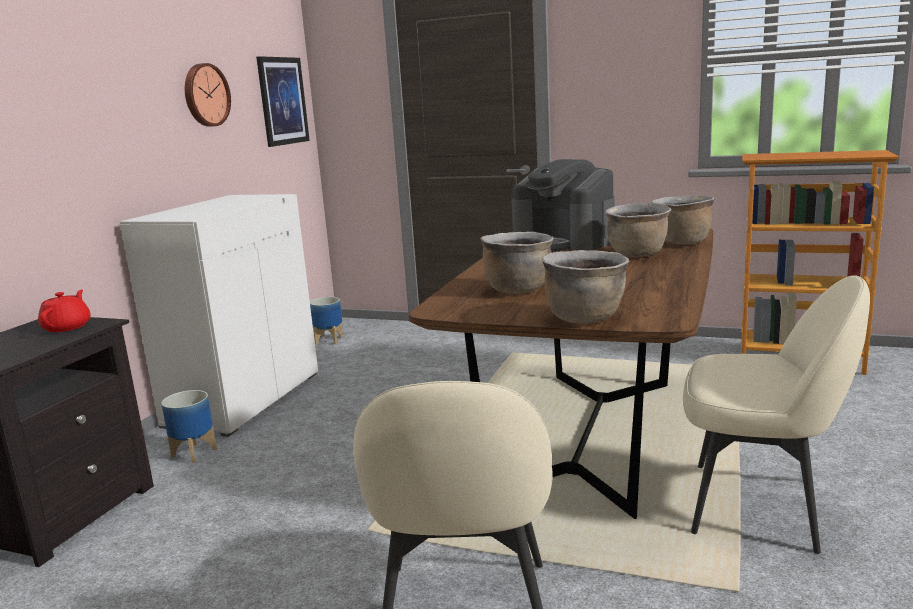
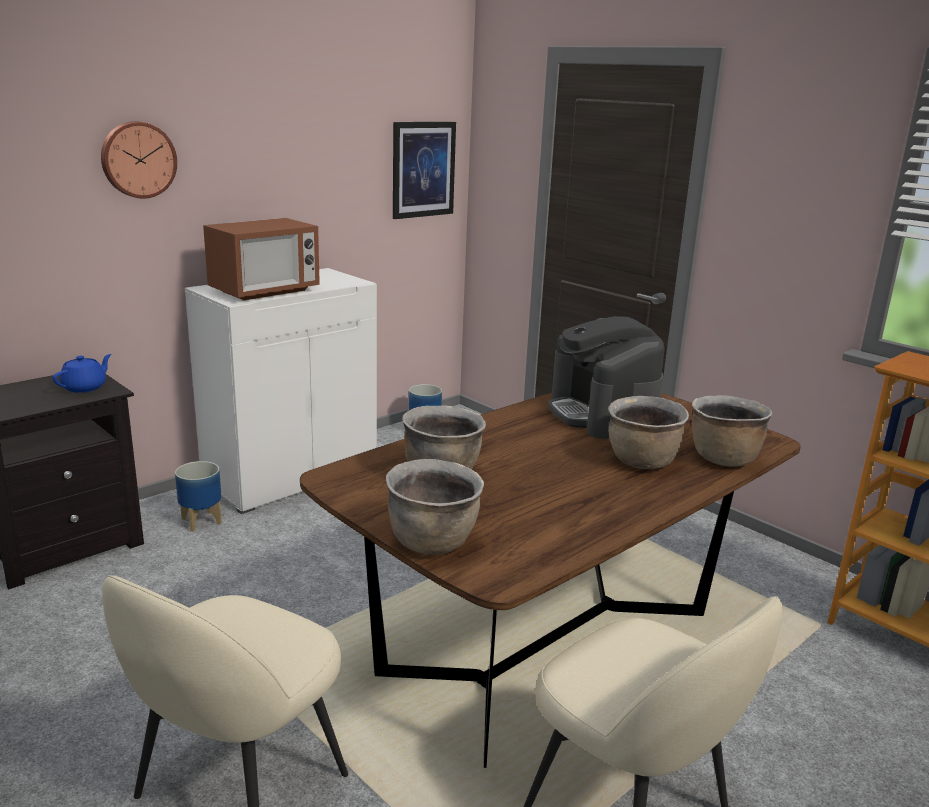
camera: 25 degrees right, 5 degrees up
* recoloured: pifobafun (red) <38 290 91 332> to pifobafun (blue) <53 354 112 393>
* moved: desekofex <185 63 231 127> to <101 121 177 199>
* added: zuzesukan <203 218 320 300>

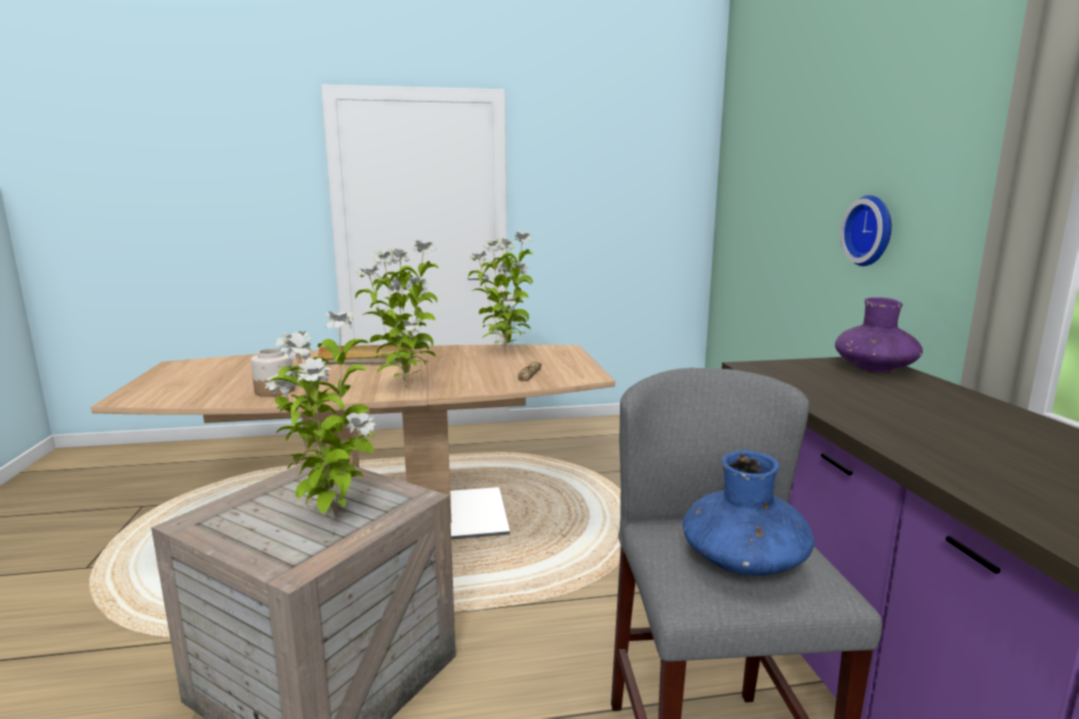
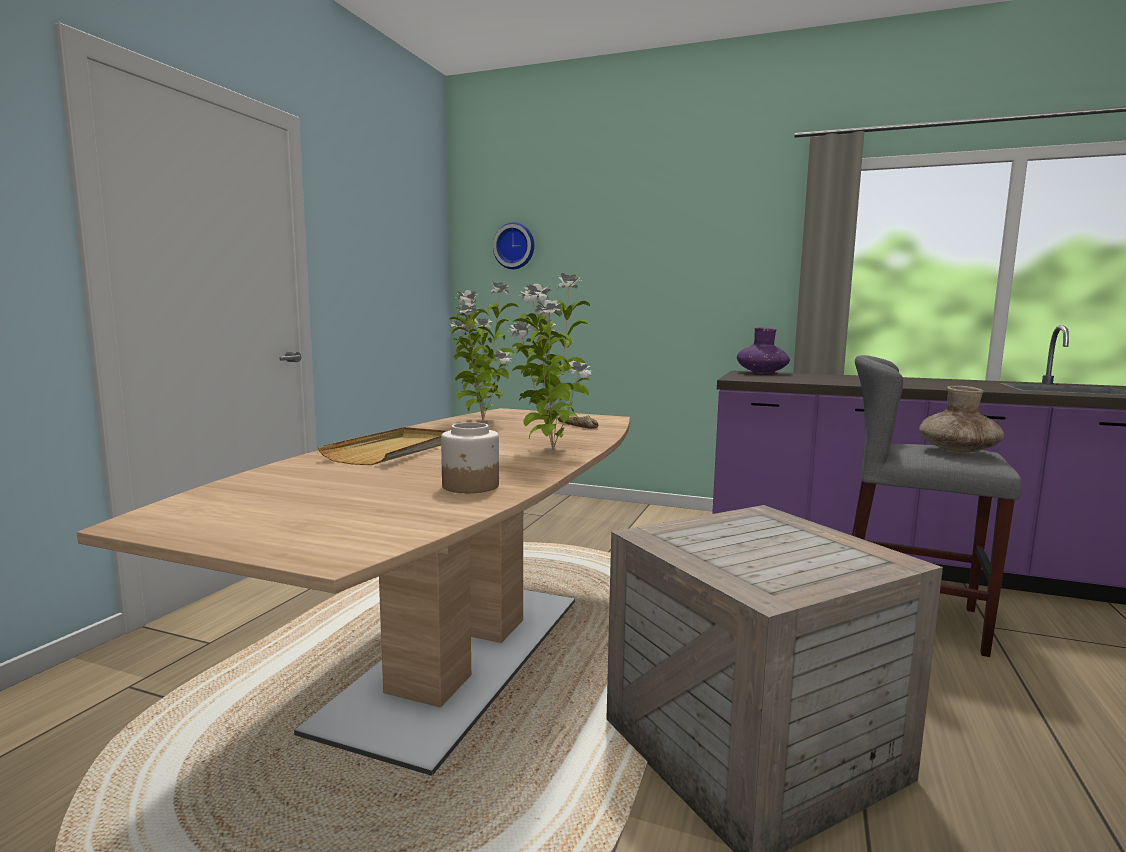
camera: 60 degrees left, 5 degrees down
* removed: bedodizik <264 311 376 517>
* recoloured: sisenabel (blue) <682 450 814 576> to sisenabel (brown) <919 386 1004 454>
* moved: desekofex <840 195 892 266> to <493 222 534 269>

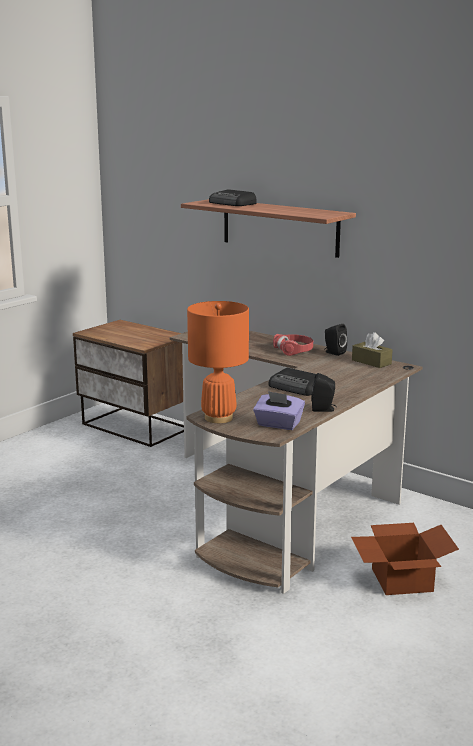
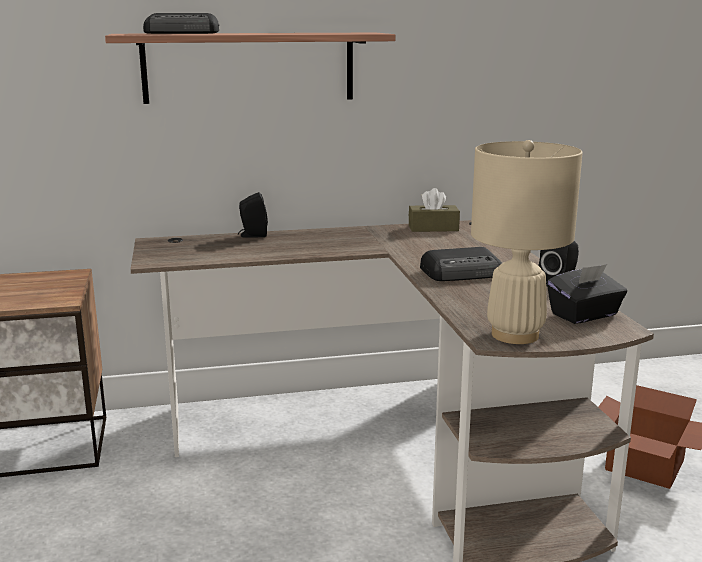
camera: 50 degrees left, 0 degrees up
* recoloured: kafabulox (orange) <187 301 249 423> to kafabulox (beige) <471 140 583 344>
* recoloured: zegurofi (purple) <253 391 305 430> to zegurofi (black) <547 264 627 324>
* removed: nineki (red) <273 334 313 356>
* moved: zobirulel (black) <324 324 347 356> to <238 192 268 238>

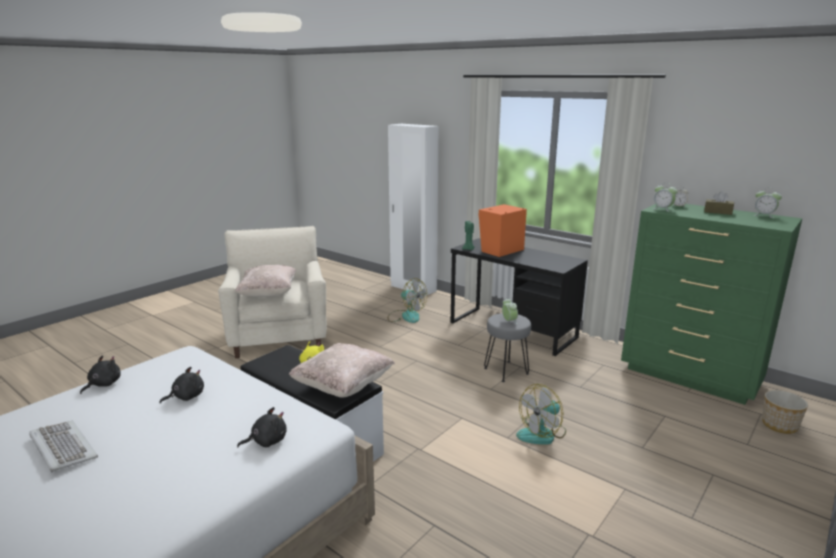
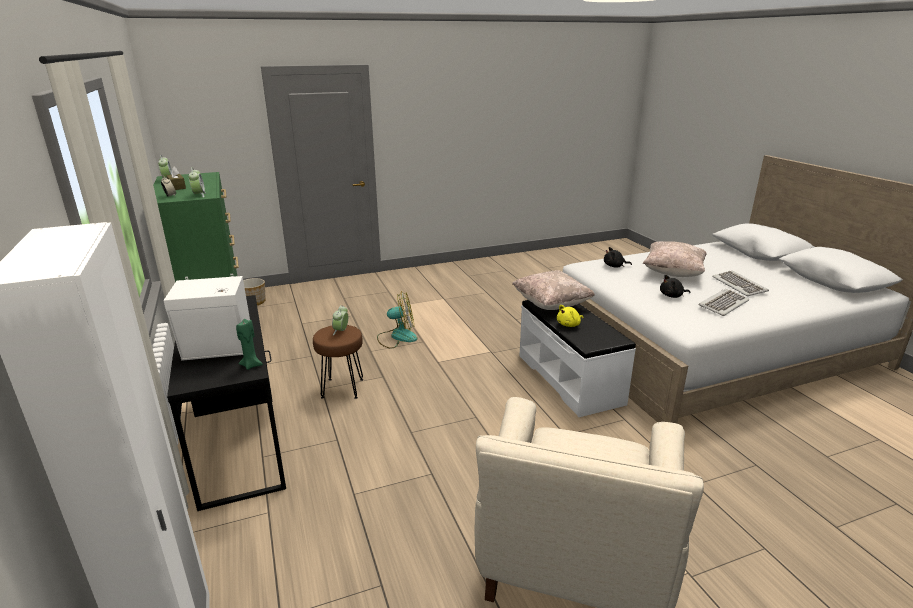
camera: 150 degrees left, 5 degrees up
* removed: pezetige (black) <80 355 120 394>
* moved: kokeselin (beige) <235 265 297 297> to <643 241 707 277>
* removed: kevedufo <388 278 427 323>
* recoloured: zobirulel (orange) <479 204 527 257> to zobirulel (white) <163 274 250 361>
* recoloured: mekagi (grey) <484 313 531 382> to mekagi (brown) <313 325 363 399>
* added: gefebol <698 289 749 316>

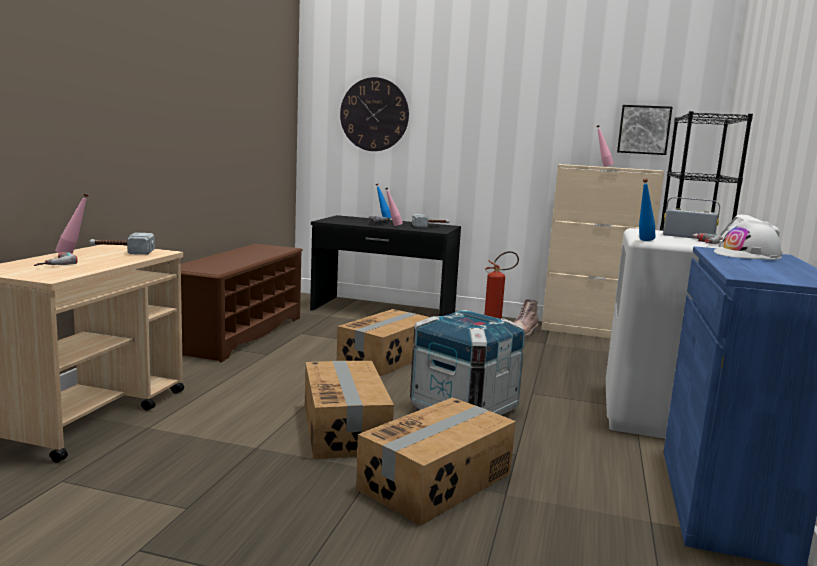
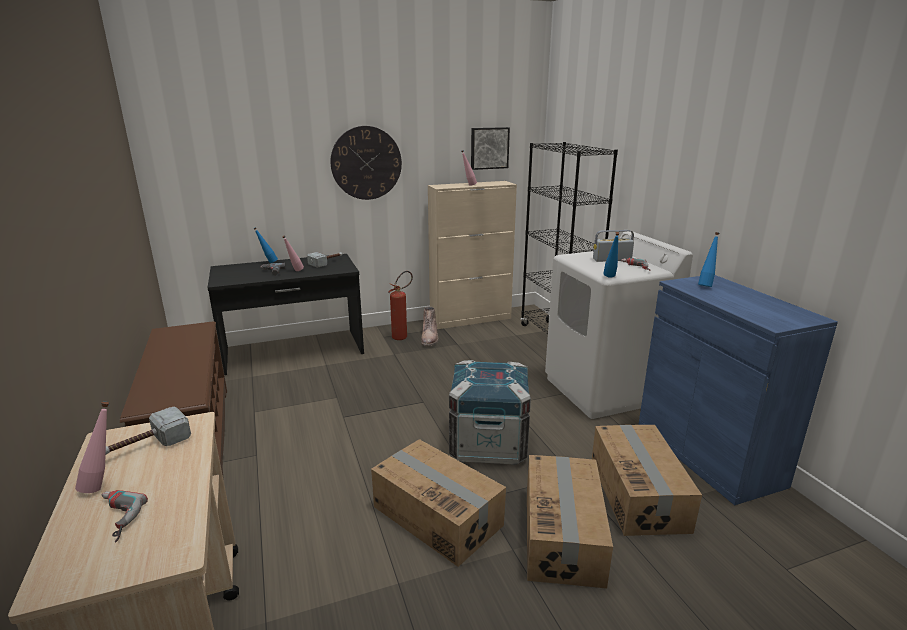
camera: 35 degrees left, 10 degrees up
* moved: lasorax <337 309 430 376> to <592 425 702 536>
* moved: desekofex <340 77 409 151> to <330 126 402 200>
* replaced: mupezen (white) <714 219 782 260> to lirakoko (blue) <698 232 719 287>

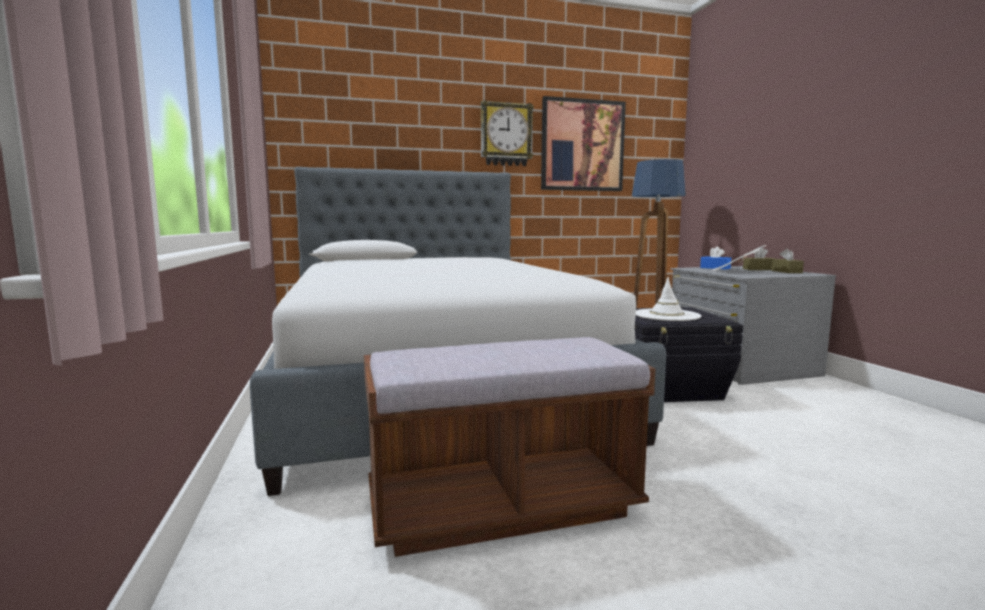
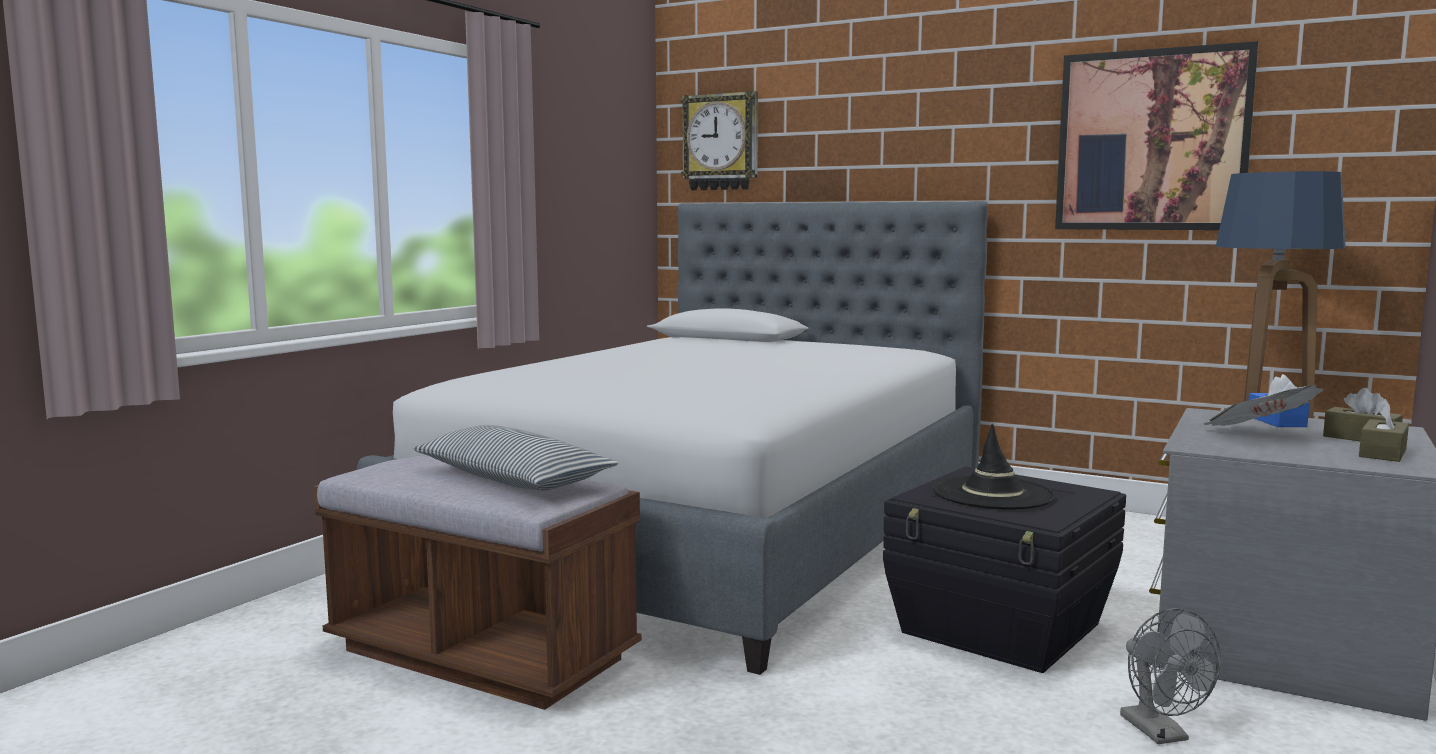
camera: 45 degrees right, 0 degrees up
* moved: desekofex <481 100 534 166> to <680 91 758 190>
* recoloured: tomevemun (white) <636 277 701 321> to tomevemun (black) <933 424 1055 509>
* added: kokeselin <413 425 619 491>
* added: kevedufo (grey) <1120 608 1221 744>

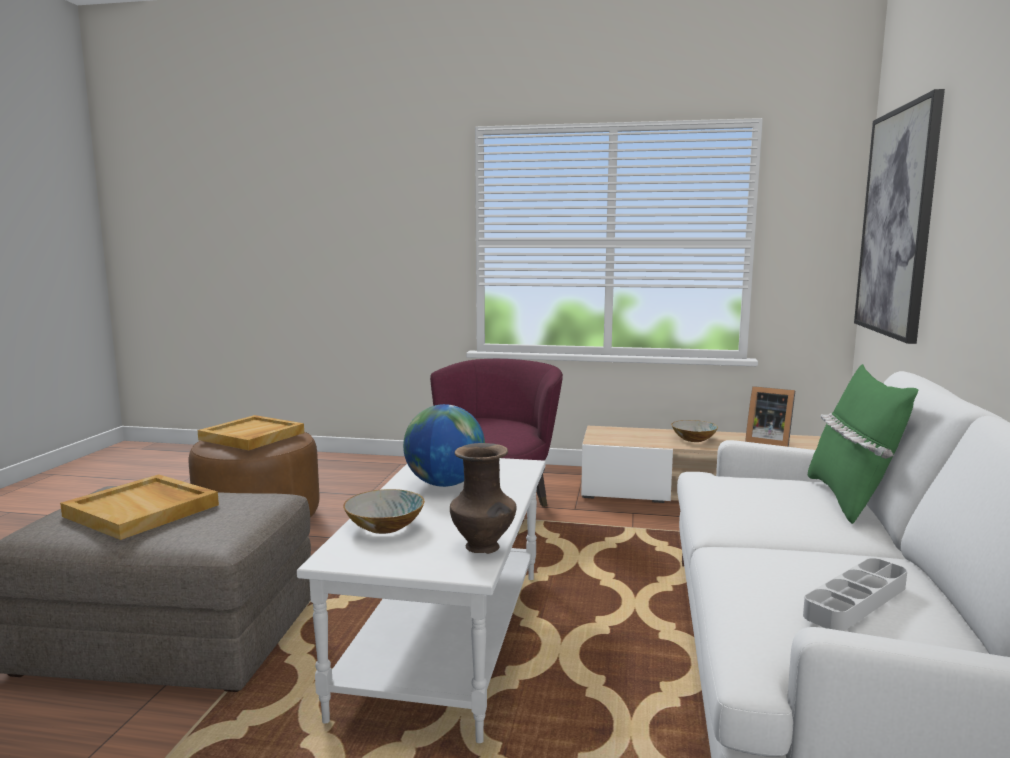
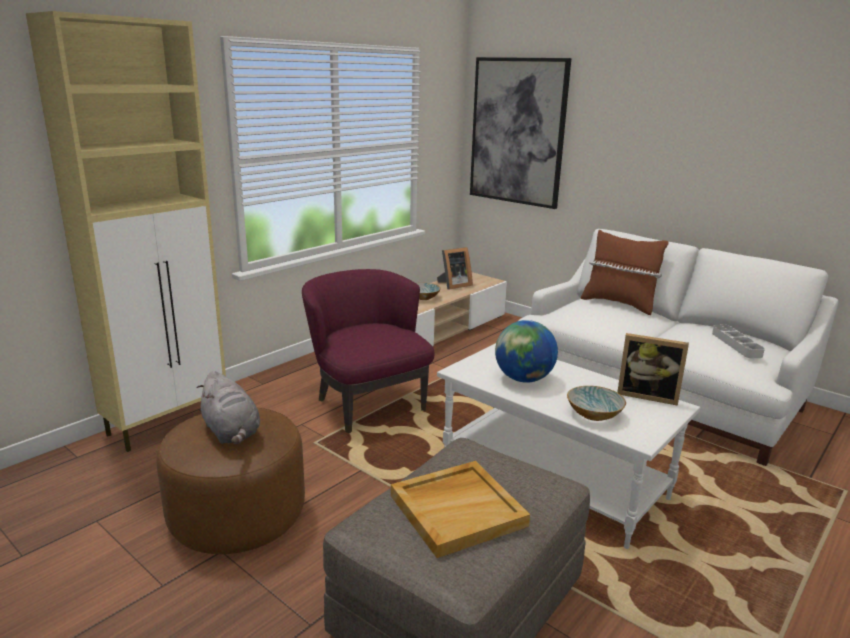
camera: 60 degrees left, 10 degrees up
* replaced: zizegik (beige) <198 415 304 450> to pezetige (grey) <197 371 260 444>
* replaced: sisenabel (brown) <450 443 516 554> to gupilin <617 333 689 406>
* recoloured: kokeselin (green) <808 364 919 524> to kokeselin (brown) <581 230 669 315>
* added: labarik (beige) <26 11 226 452>

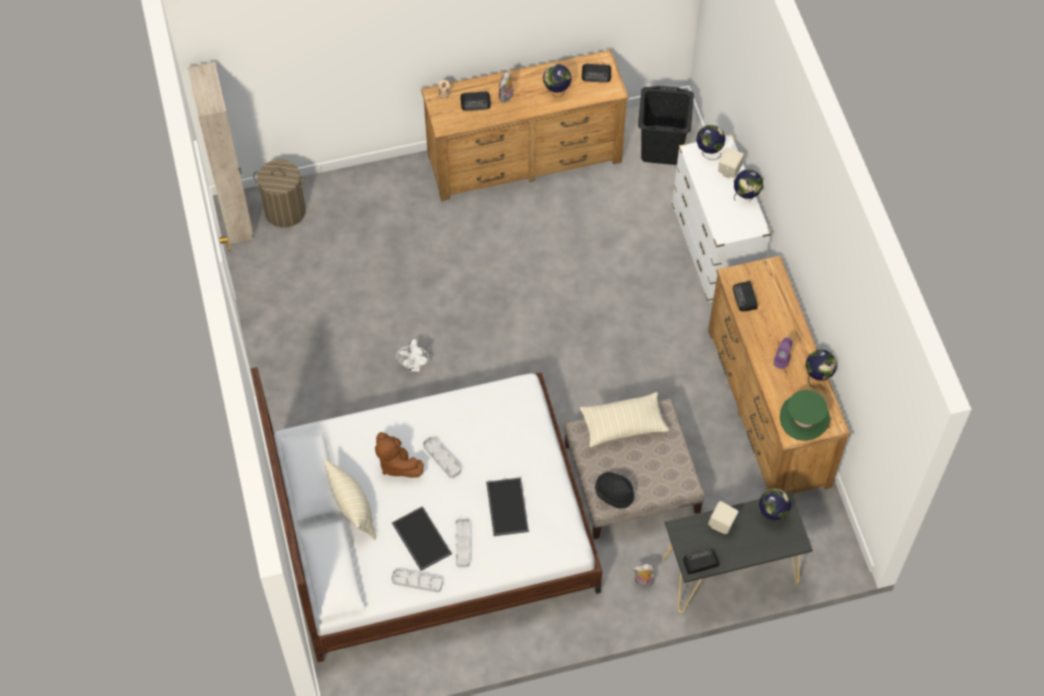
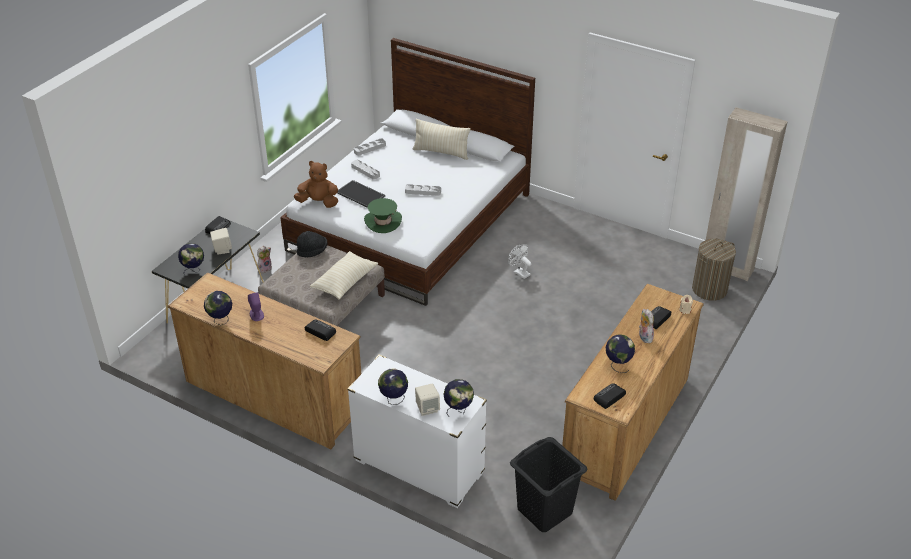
camera: 135 degrees right, 20 degrees down
* moved: pezetige (brown) <375 432 424 478> to <294 161 338 208>
* removed: zizegik <392 506 452 571>
* moved: tomevemun (green) <780 390 830 441> to <364 198 402 233>

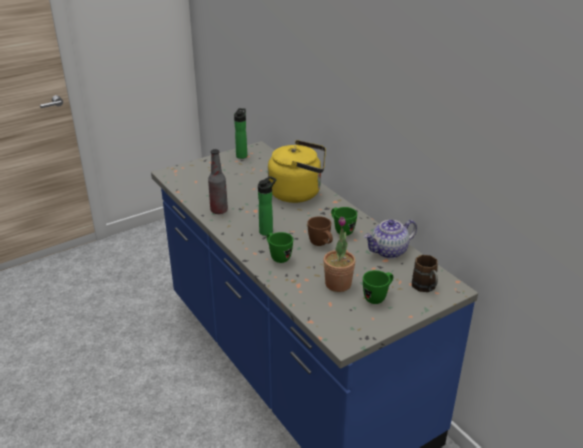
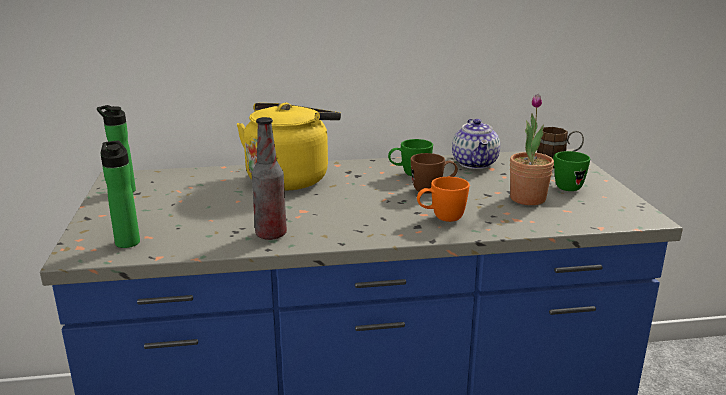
camera: 65 degrees left, 10 degrees down
* moved: lirakoko <258 176 276 236> to <100 141 140 248>
* recoloured: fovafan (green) <266 232 293 263> to fovafan (orange) <417 177 470 222>

